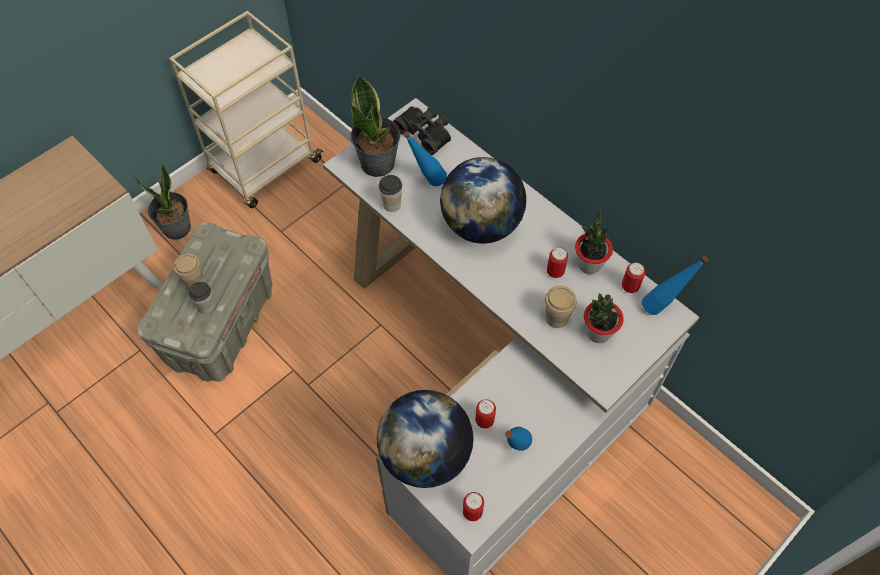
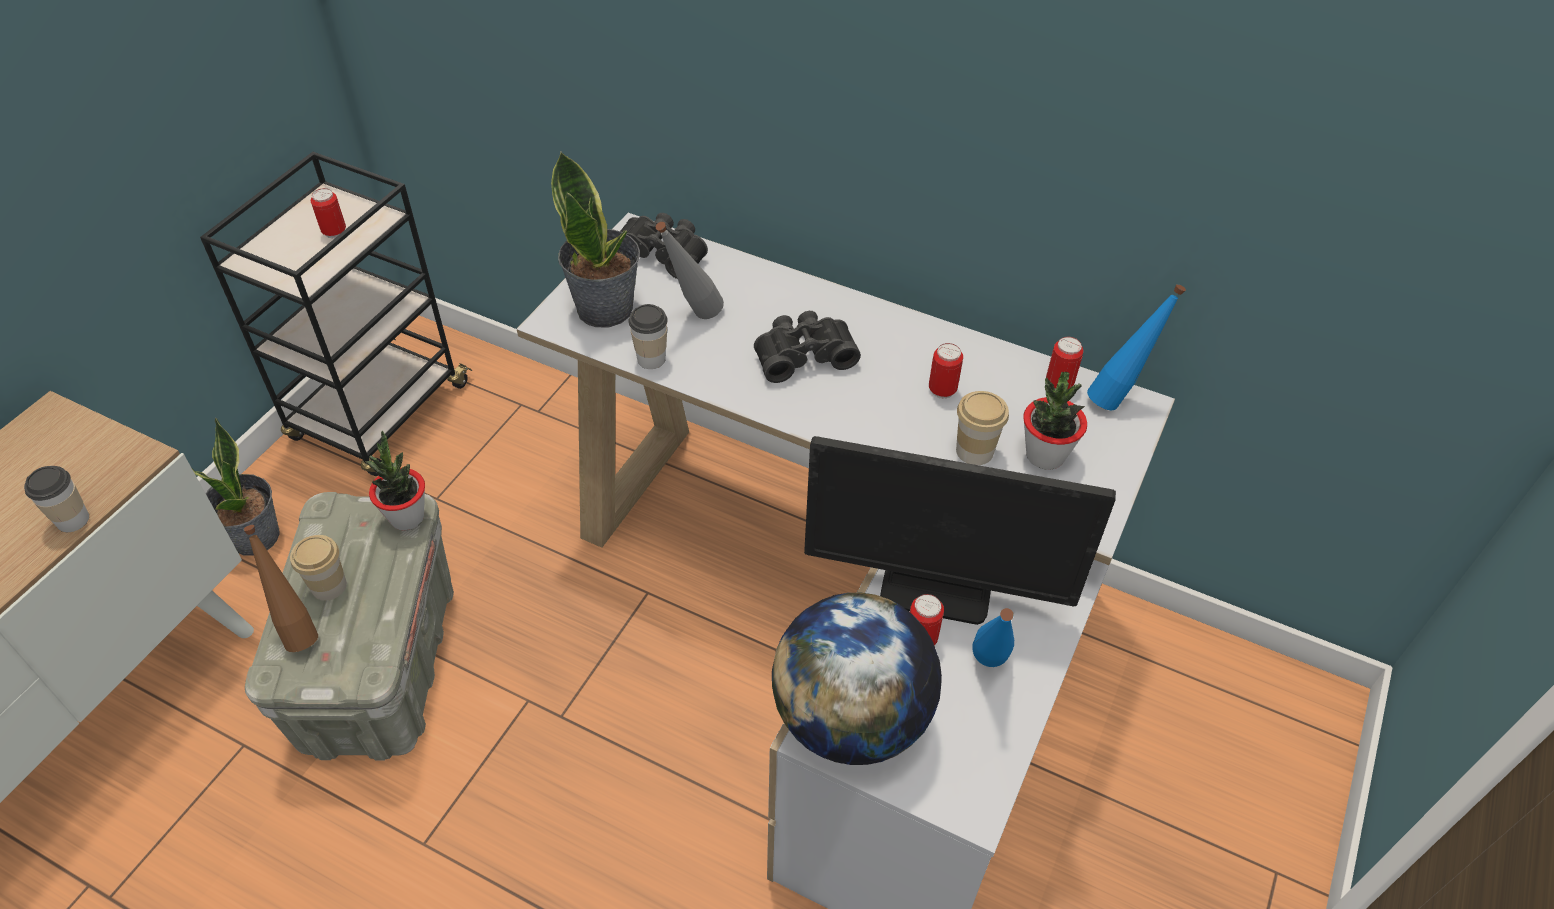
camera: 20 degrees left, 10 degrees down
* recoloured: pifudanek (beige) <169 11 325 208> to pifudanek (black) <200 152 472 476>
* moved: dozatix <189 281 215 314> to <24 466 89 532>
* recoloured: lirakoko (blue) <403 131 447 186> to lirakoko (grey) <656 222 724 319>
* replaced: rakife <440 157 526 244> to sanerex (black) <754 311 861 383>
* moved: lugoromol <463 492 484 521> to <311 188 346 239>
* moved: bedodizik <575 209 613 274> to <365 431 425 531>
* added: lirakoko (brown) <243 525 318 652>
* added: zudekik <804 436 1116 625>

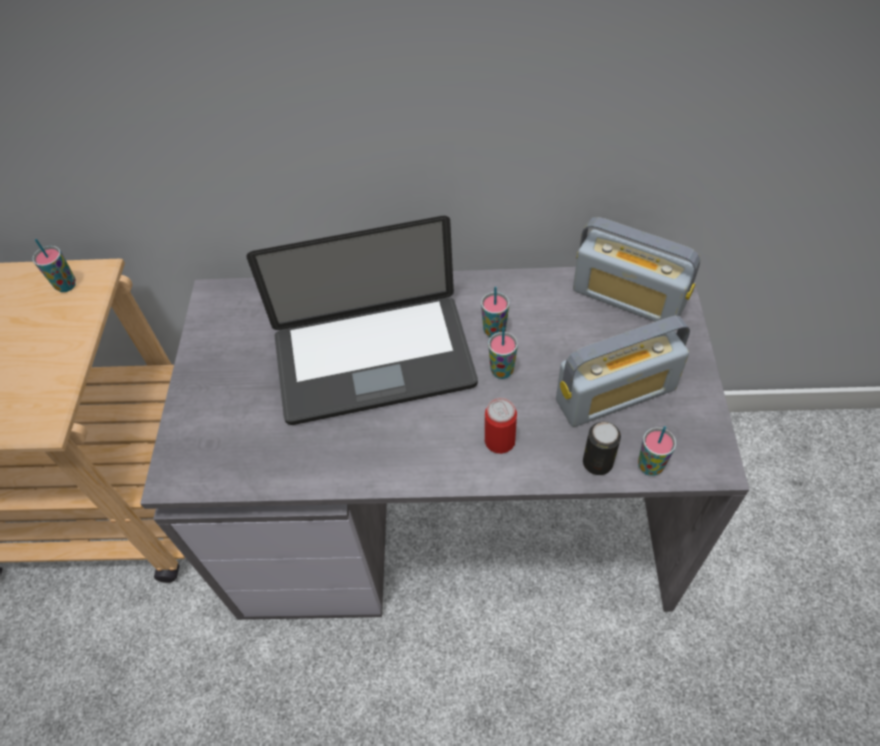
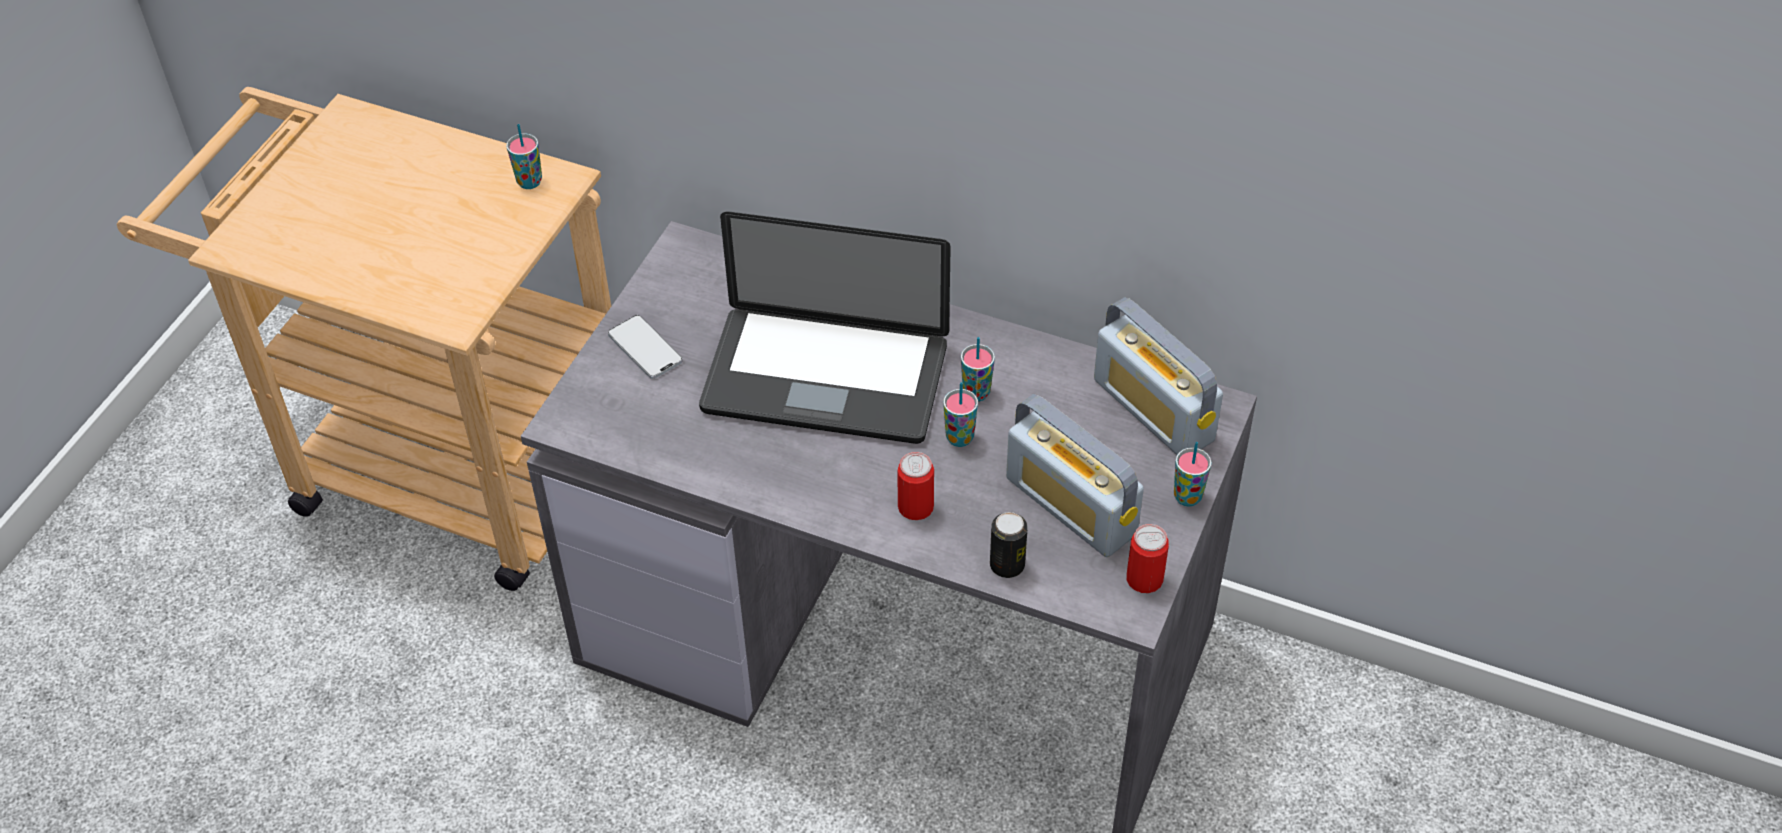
camera: 20 degrees right, 5 degrees down
* turned: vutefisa <556 316 690 427> = <1006 394 1144 557> 45 degrees clockwise
* moved: dozatix <638 426 676 476> to <1174 442 1211 507>
* added: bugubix <608 315 683 379>
* added: lugoromol <1126 524 1169 593>

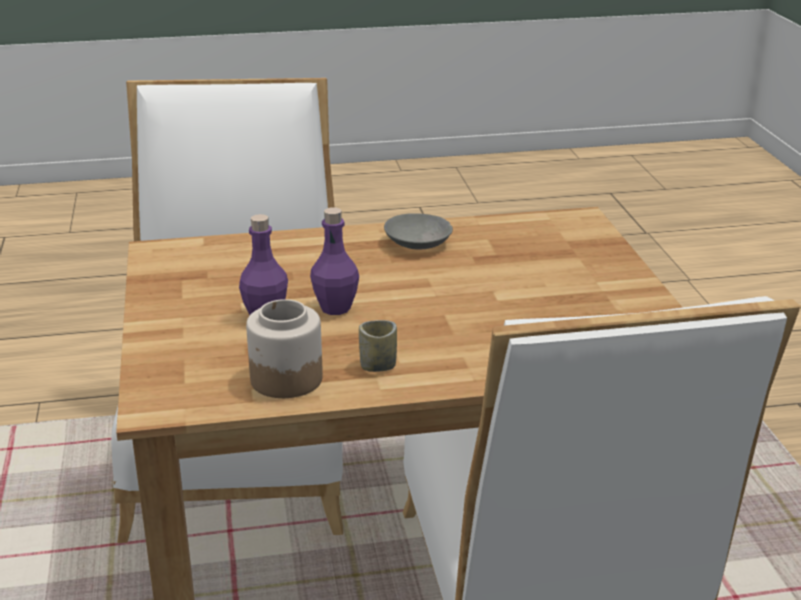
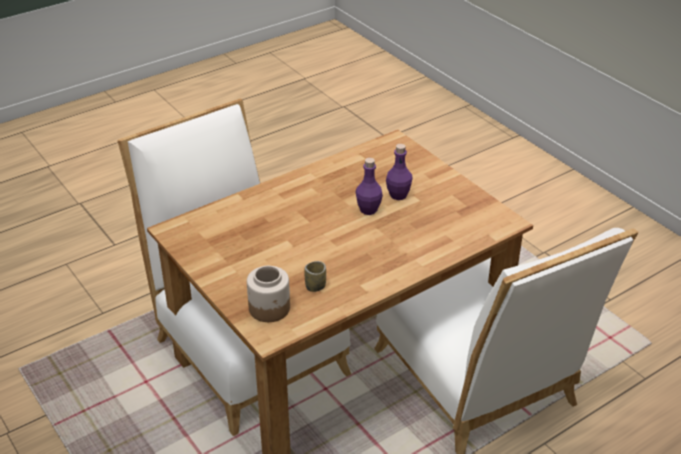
camera: 155 degrees right, 10 degrees up
* moved: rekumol <246 299 323 398> to <247 266 290 322>
* moved: dozatix <359 320 397 372> to <304 261 326 292>
* removed: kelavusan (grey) <384 213 453 250>

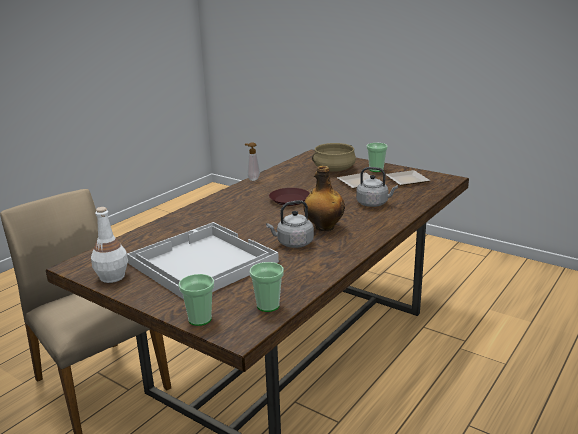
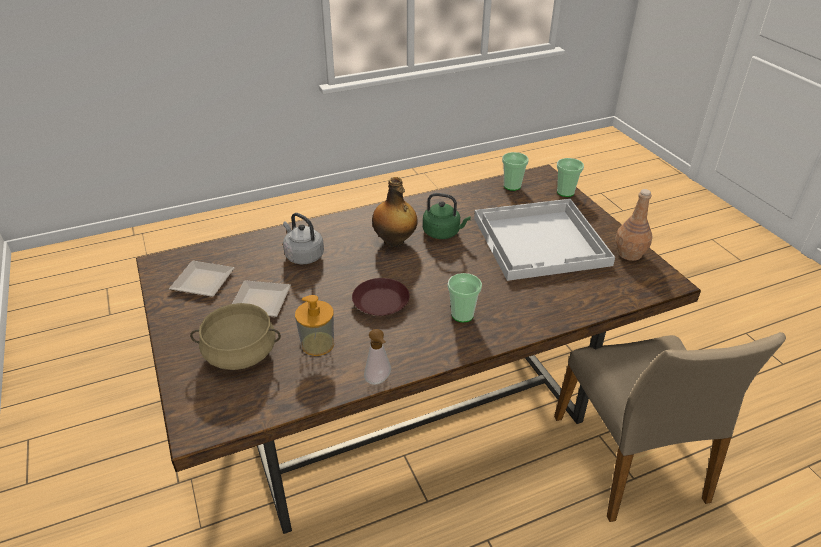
camera: 150 degrees left, 15 degrees up
* recoloured: lirakoko (white) <91 207 128 283> to lirakoko (brown) <615 189 653 261>
* recoloured: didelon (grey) <266 200 314 248> to didelon (green) <423 193 471 239>
* moved: dozatix <367 143 388 172> to <448 273 482 323>
* added: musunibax <295 295 334 356>

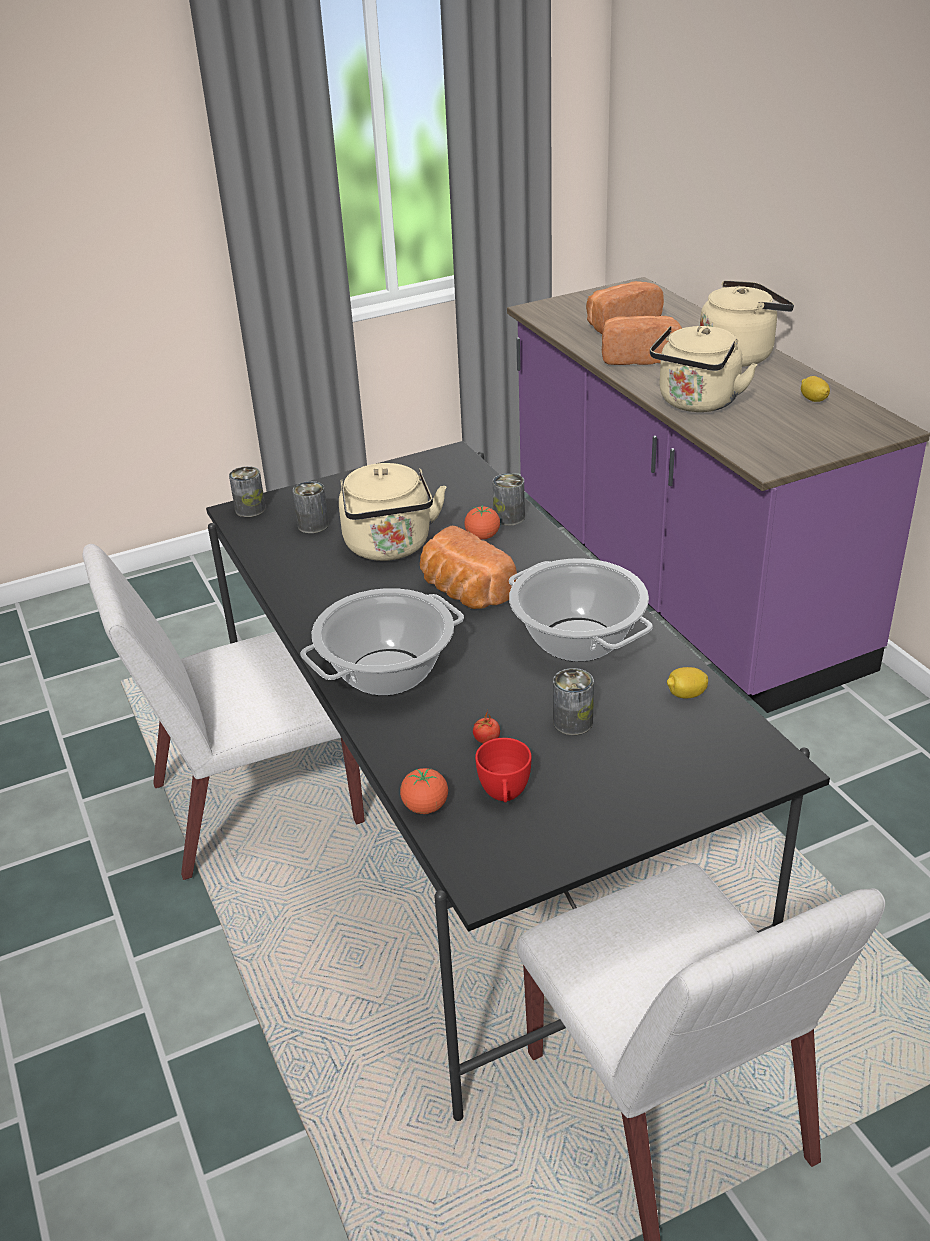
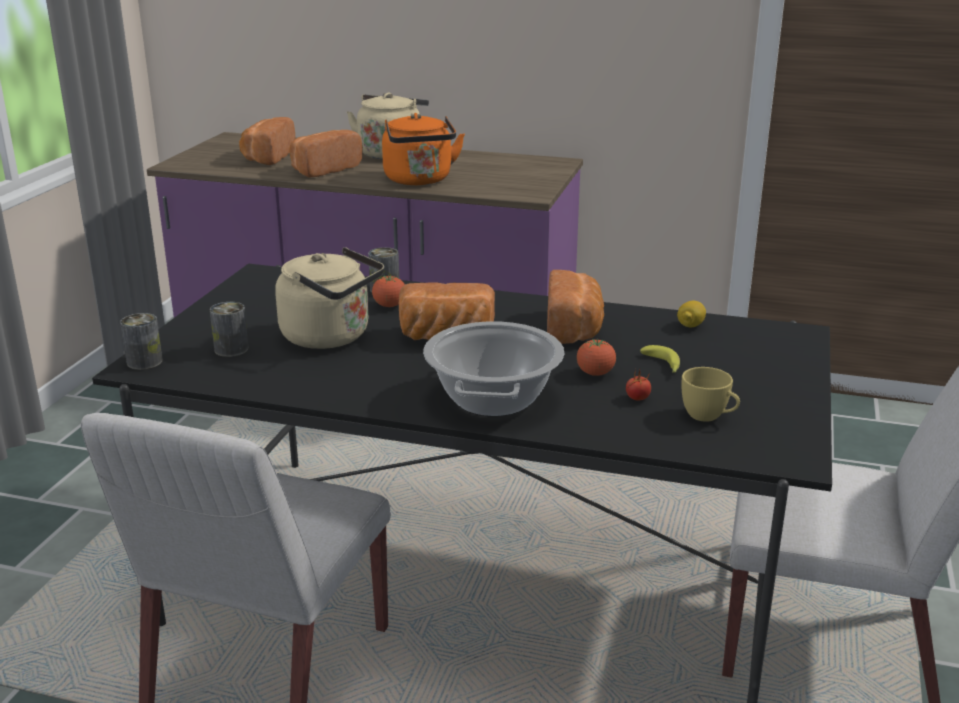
camera: 50 degrees left, 10 degrees down
* moved: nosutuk <400 768 448 814> to <577 339 616 376>
* recoloured: dozatix (red) <475 738 531 803> to dozatix (yellow) <682 367 740 422>
* replaced: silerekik <509 558 653 662> to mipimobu <547 270 604 344>
* replaced: lugoromol <553 668 594 735> to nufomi <640 345 680 373>
* recoloured: didelon (beige) <650 326 758 412> to didelon (orange) <382 113 465 185>
* removed: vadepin <801 376 830 402>

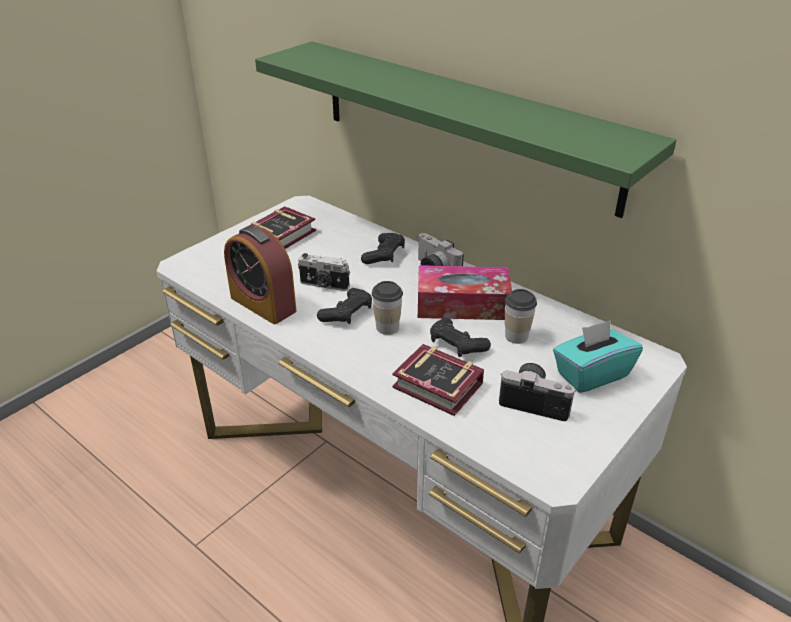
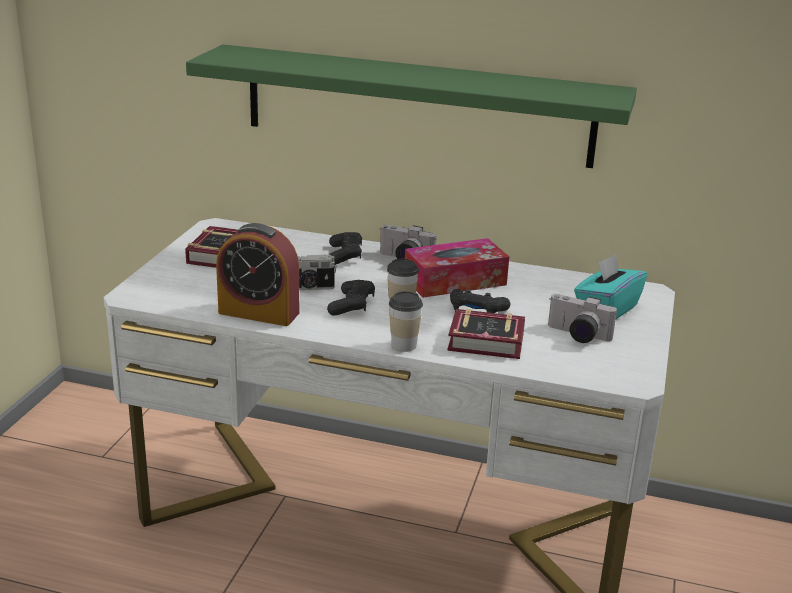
camera: 25 degrees left, 10 degrees down
* turned: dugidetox <499 363 576 421> = <548 294 617 343> 150 degrees counterclockwise
* moved: dozatix <505 289 537 344> to <389 291 423 352>

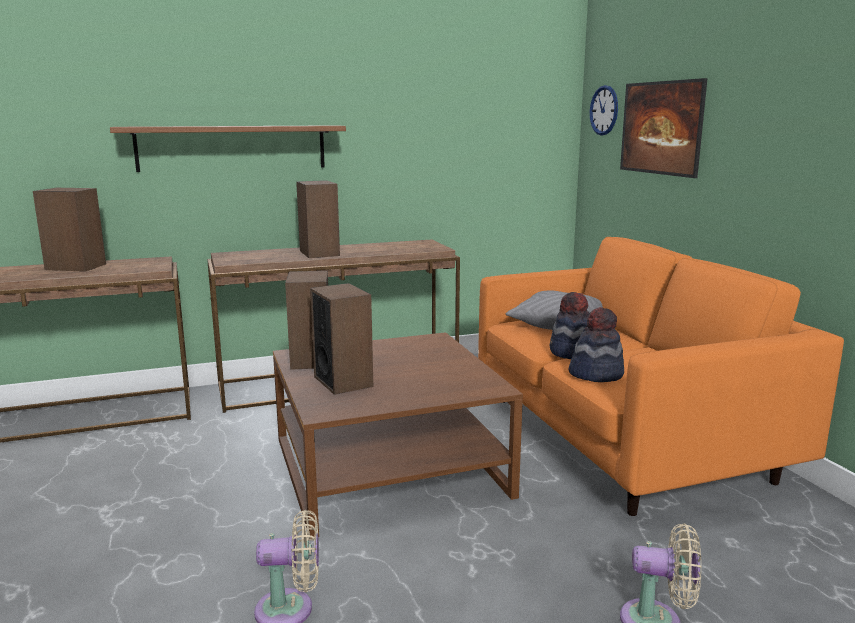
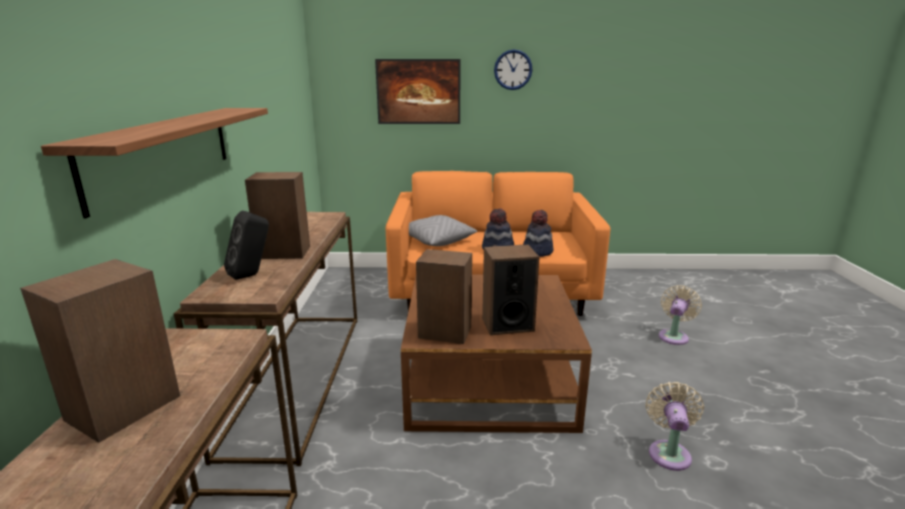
camera: 70 degrees left, 5 degrees up
* moved: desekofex <590 85 618 135> to <494 49 533 90>
* added: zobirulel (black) <224 211 269 280>

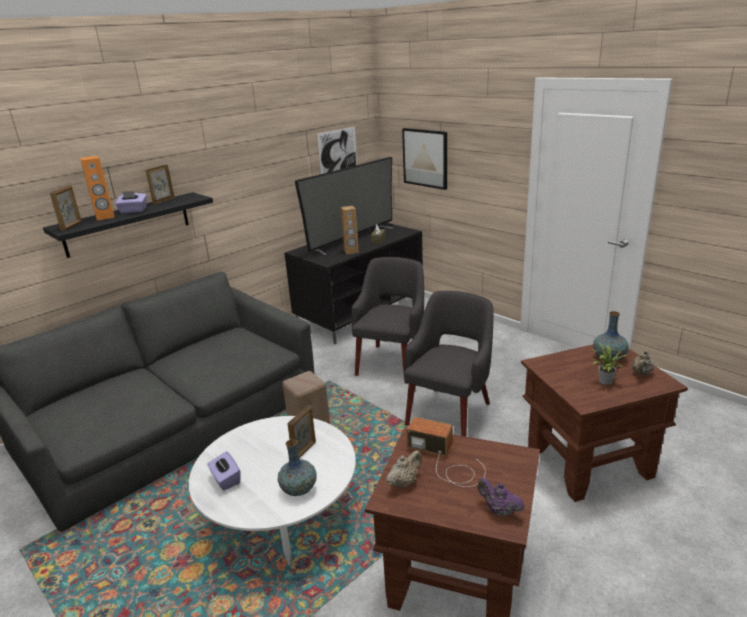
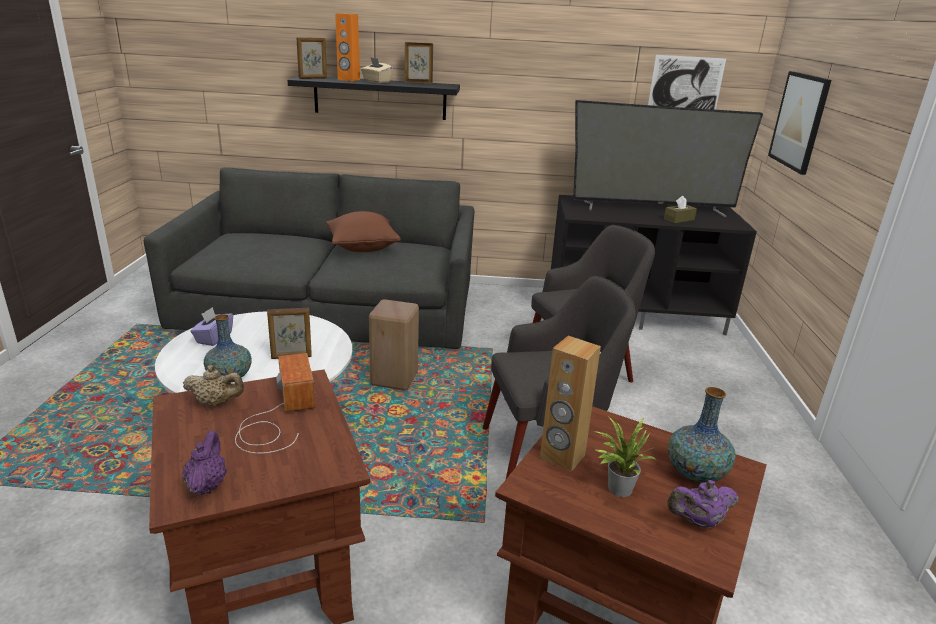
camera: 45 degrees right, 0 degrees up
* recoloured: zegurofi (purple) <115 191 147 213> to zegurofi (beige) <361 57 393 83>
* moved: zobirulel (brown) <341 206 359 254> to <540 336 601 472>
* recoloured: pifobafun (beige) <632 351 654 375> to pifobafun (purple) <667 480 739 528>
* added: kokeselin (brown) <326 211 401 252>

